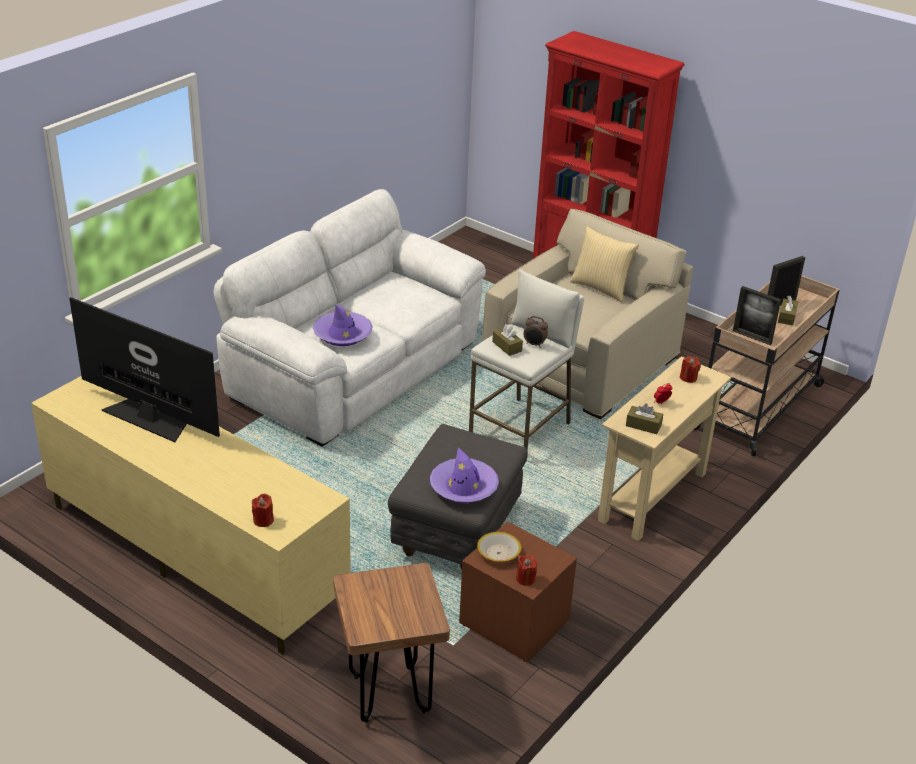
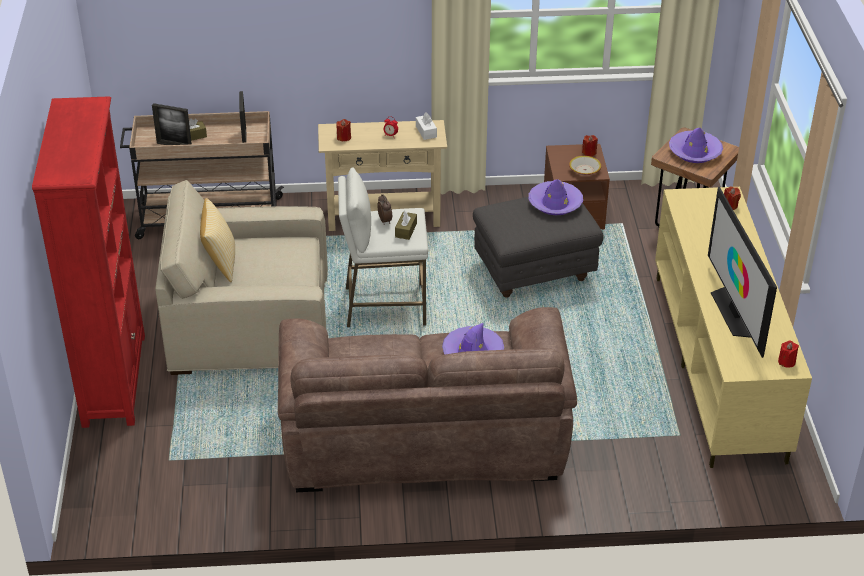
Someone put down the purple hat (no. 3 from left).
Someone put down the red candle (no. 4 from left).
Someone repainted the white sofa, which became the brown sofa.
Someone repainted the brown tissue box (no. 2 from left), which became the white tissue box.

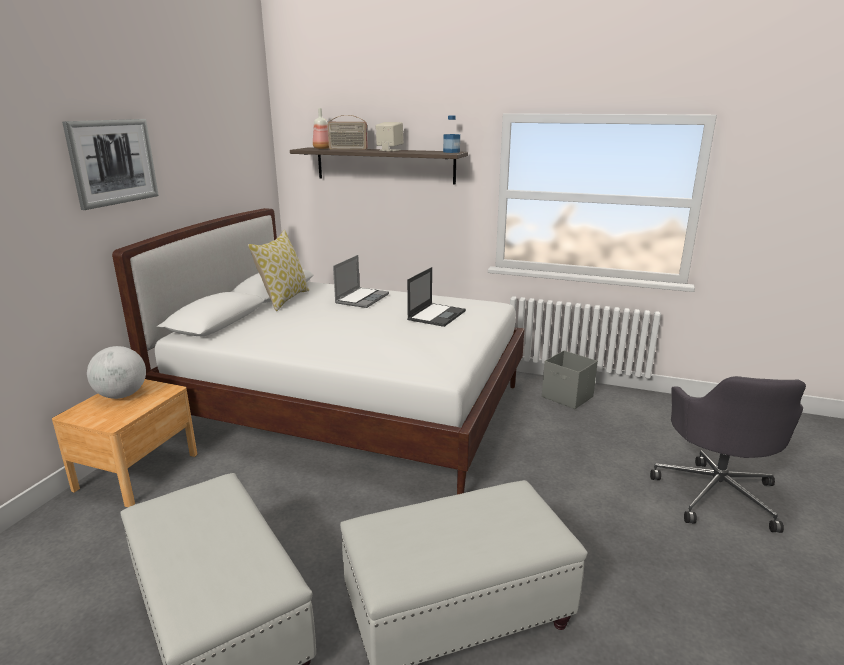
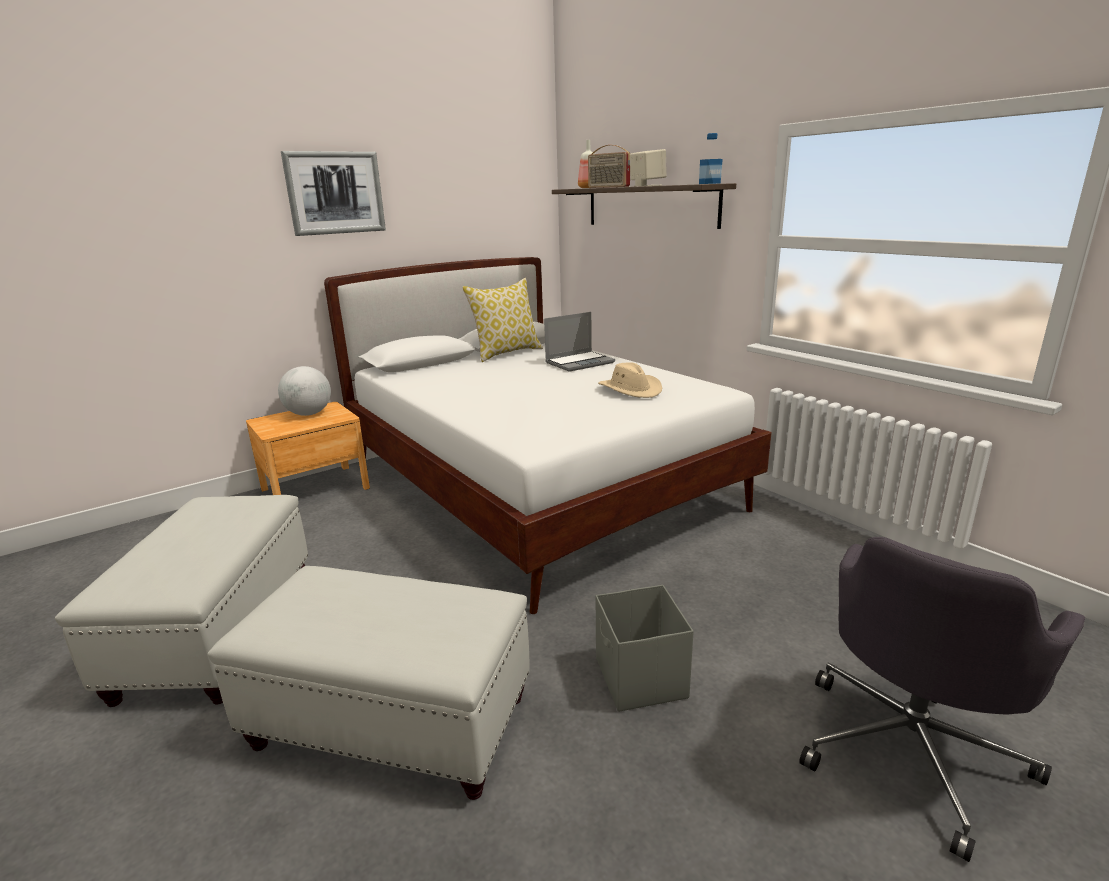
Someone carried the grey storage box.
Someone swapped the laptop (no. 2 from left) for the beige hat.

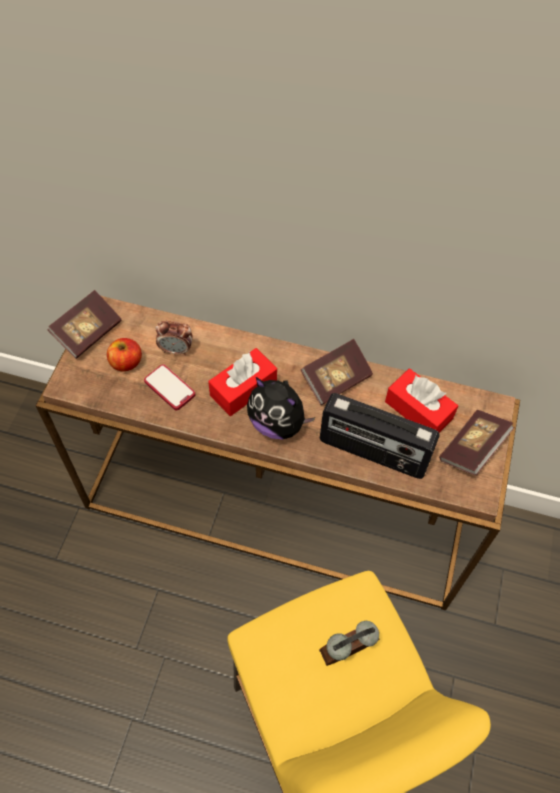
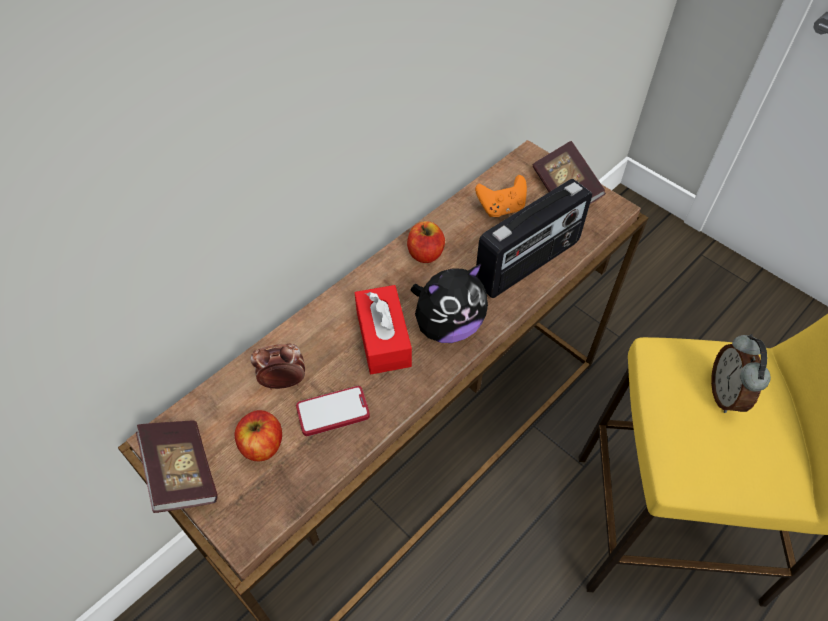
Someone swapped the book (no. 2 from left) for the apple (no. 2 from left).
Someone swapped the red tissue box (no. 2 from left) for the orange game controller.
Someone rotated the alarm clock (no. 1 from left) by 135 degrees counterclockwise.

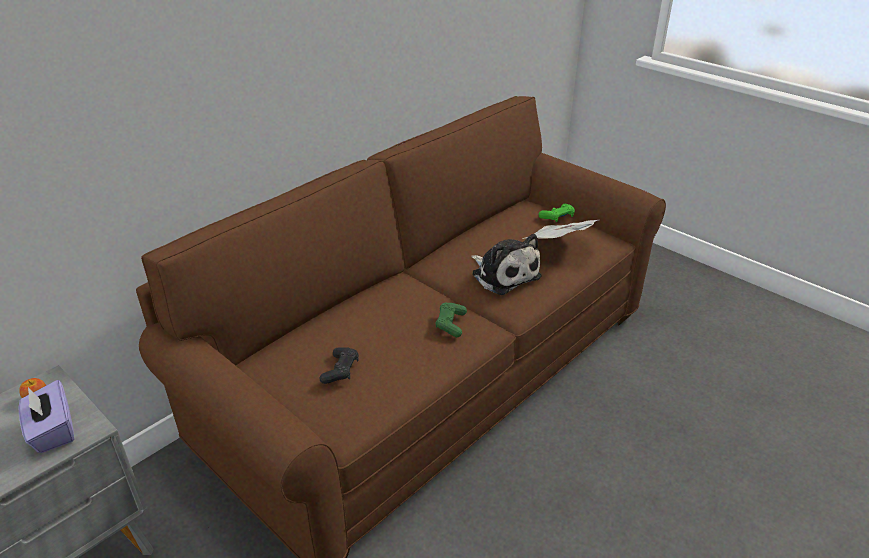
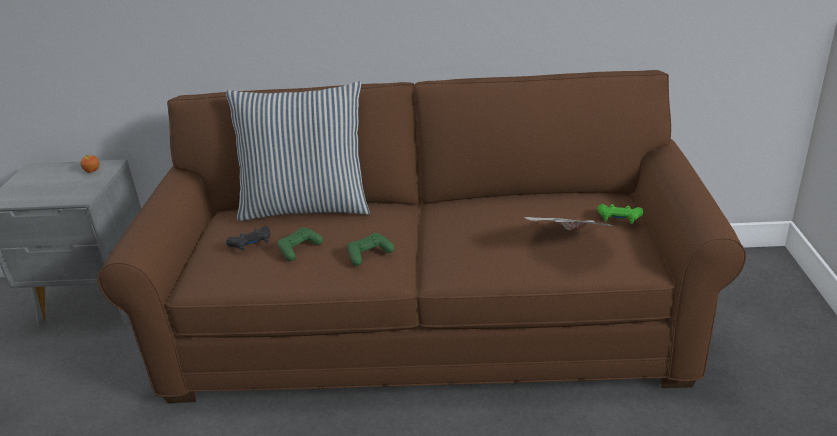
Someone took away the purple tissue box.
Someone took away the plush toy.
Someone put down the pillow.
Someone put down the green game controller (no. 1 from left).

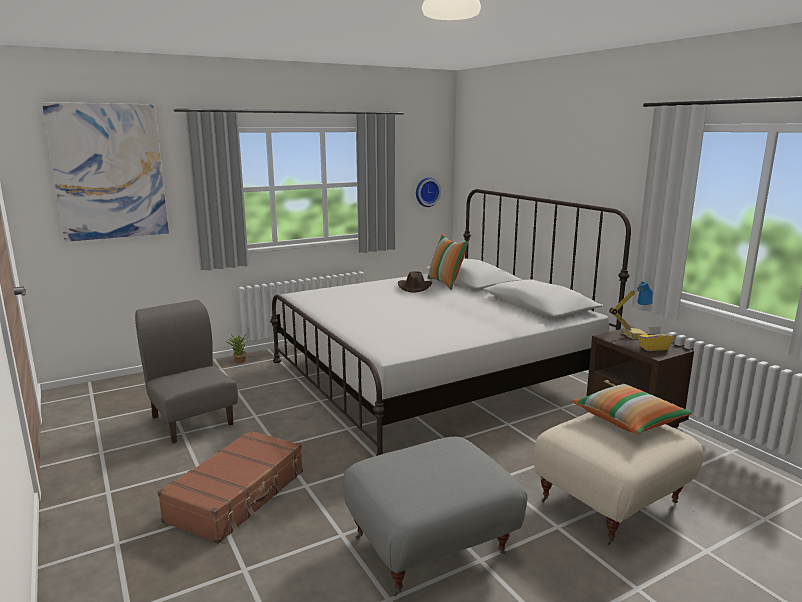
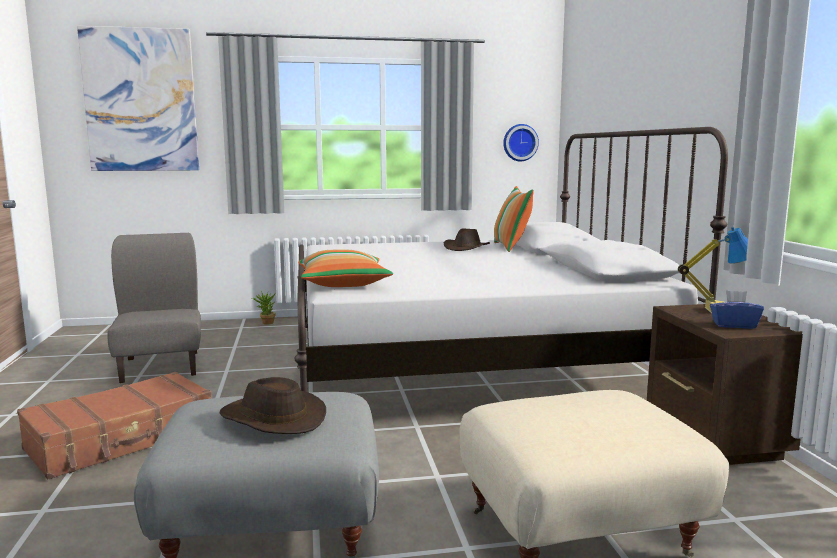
Someone put down the brown hat (no. 1 from left).
Someone carried the pillow (no. 2 from left in the first image).
Someone repainted the yellow tissue box, which became the blue tissue box.

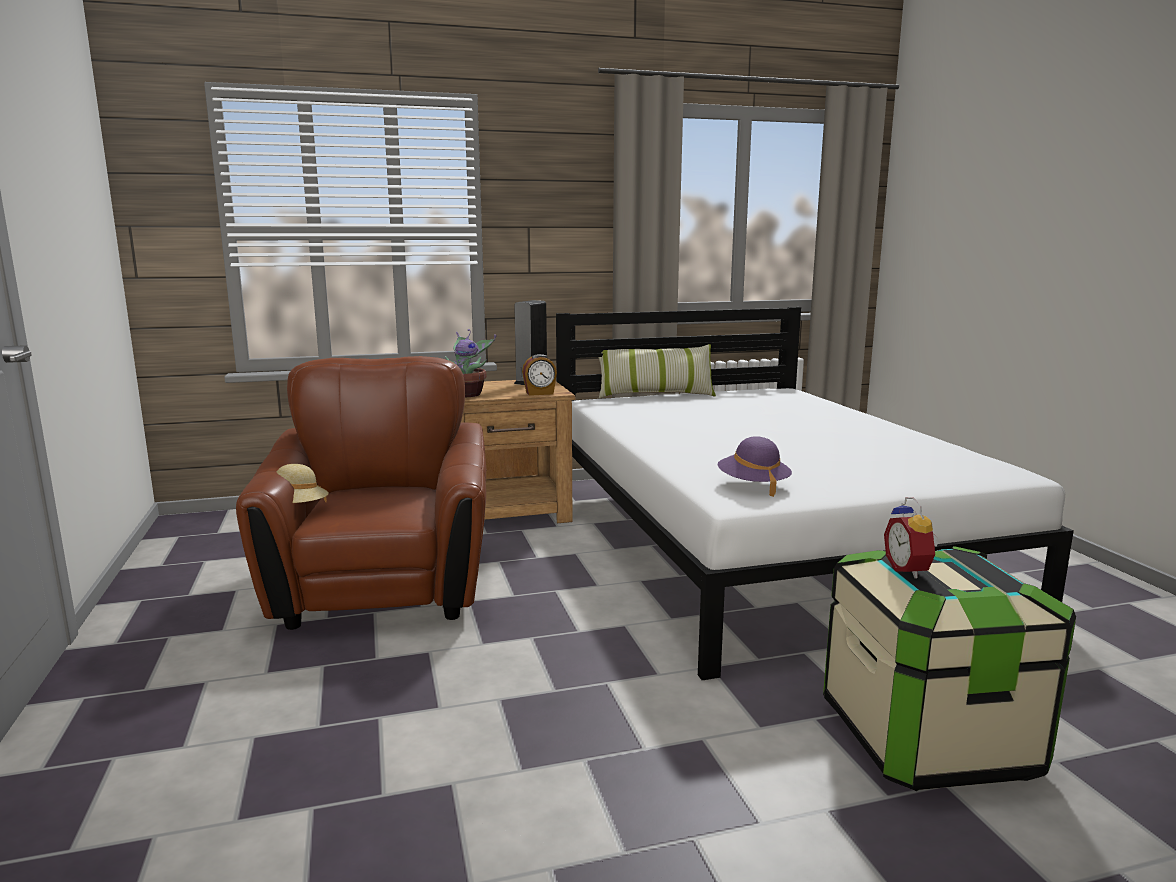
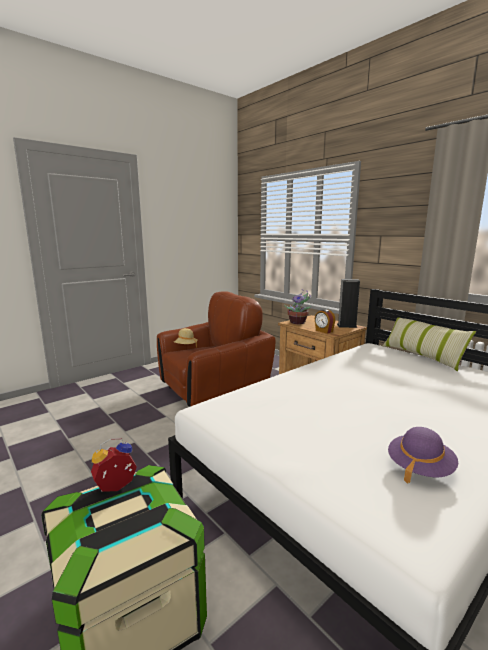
Someone carried the purple hat.

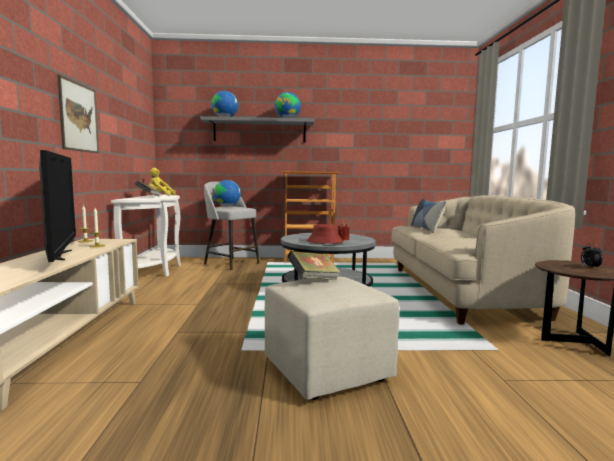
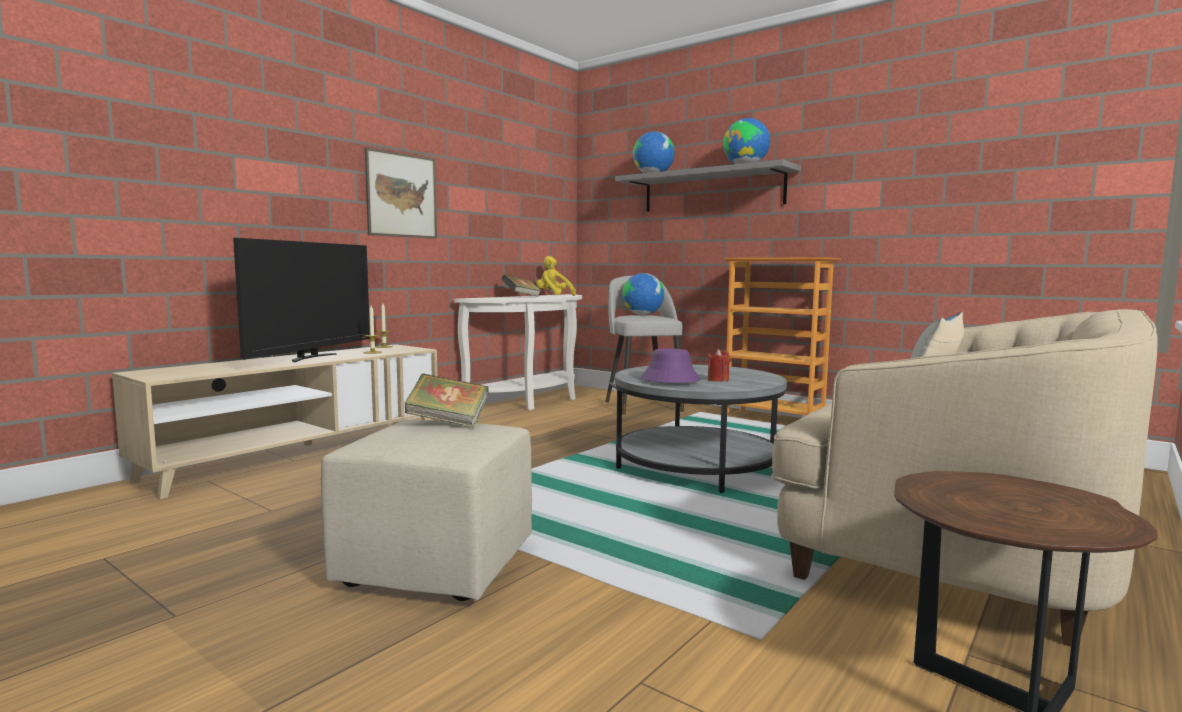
Someone took away the alarm clock.
Someone repainted the red hat, which became the purple hat.

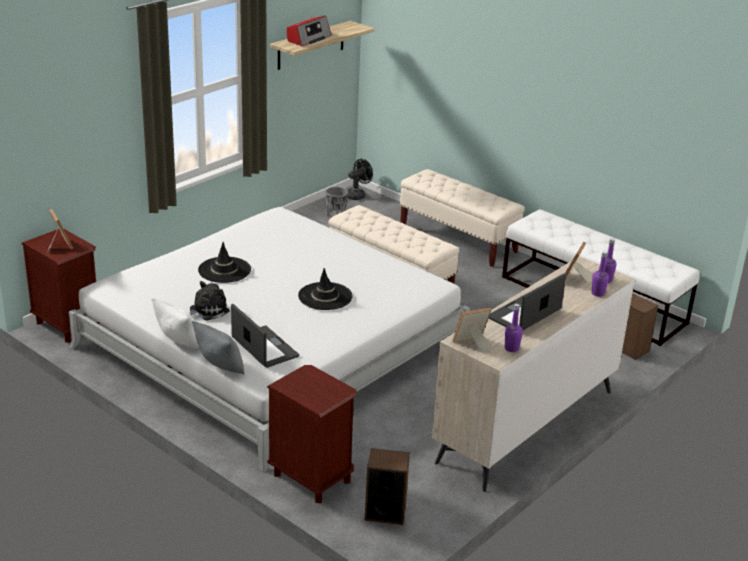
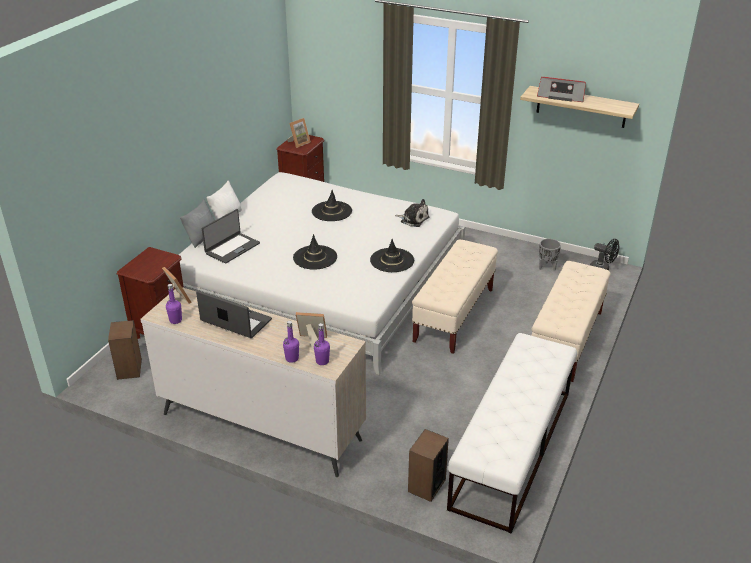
Someone put down the black hat (no. 3 from left).
Someone carried the plush toy.

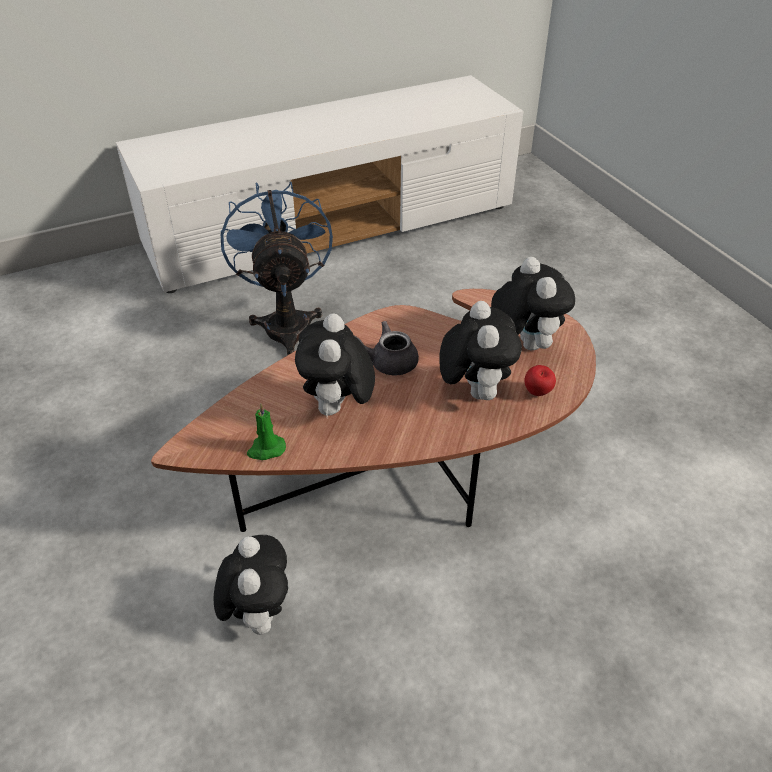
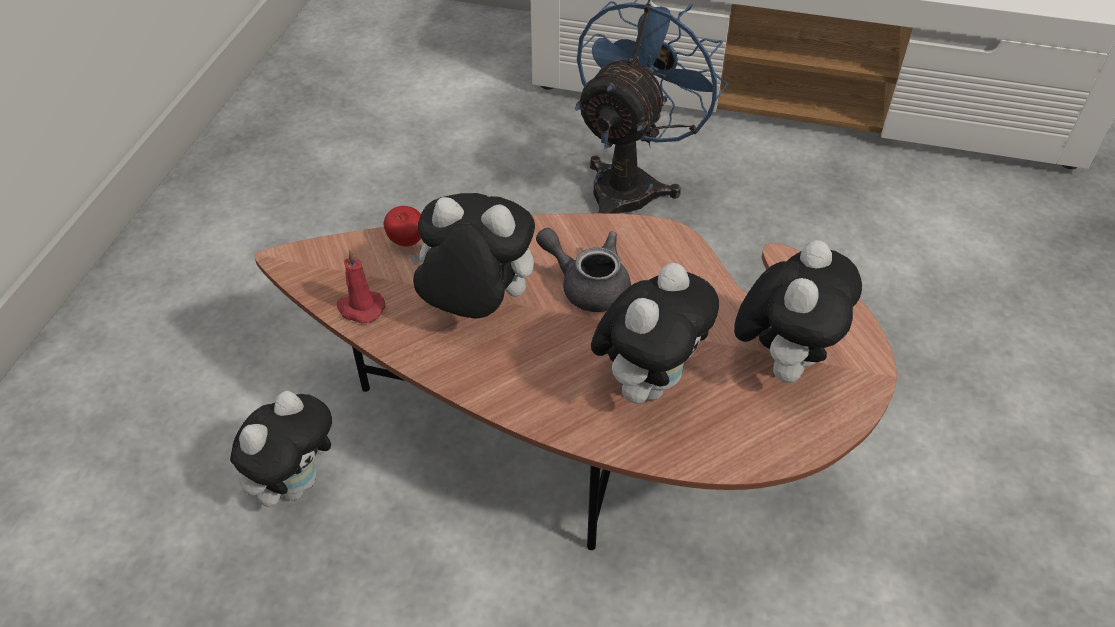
Someone carried the apple.
Someone repainted the green candle, which became the red candle.
Someone rotated the plush toy (no. 2 from left) by 60 degrees clockwise.

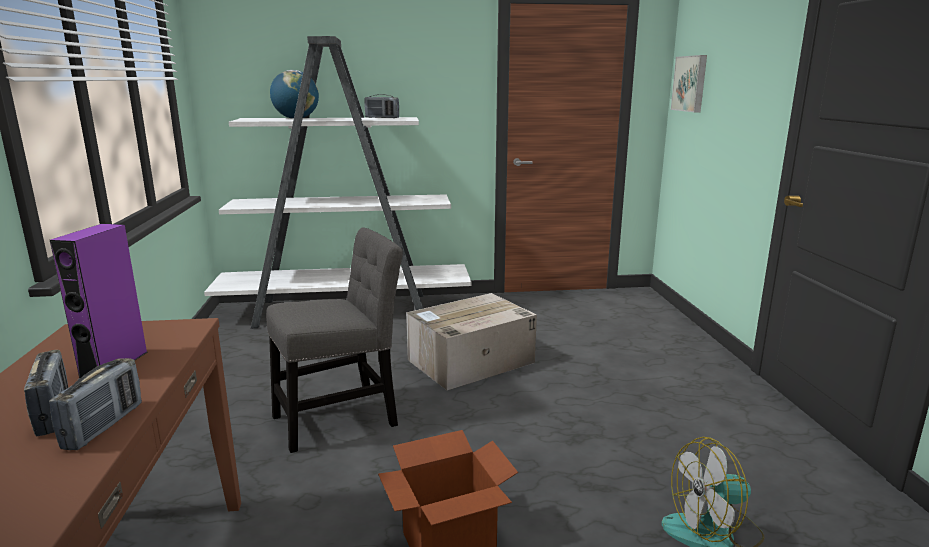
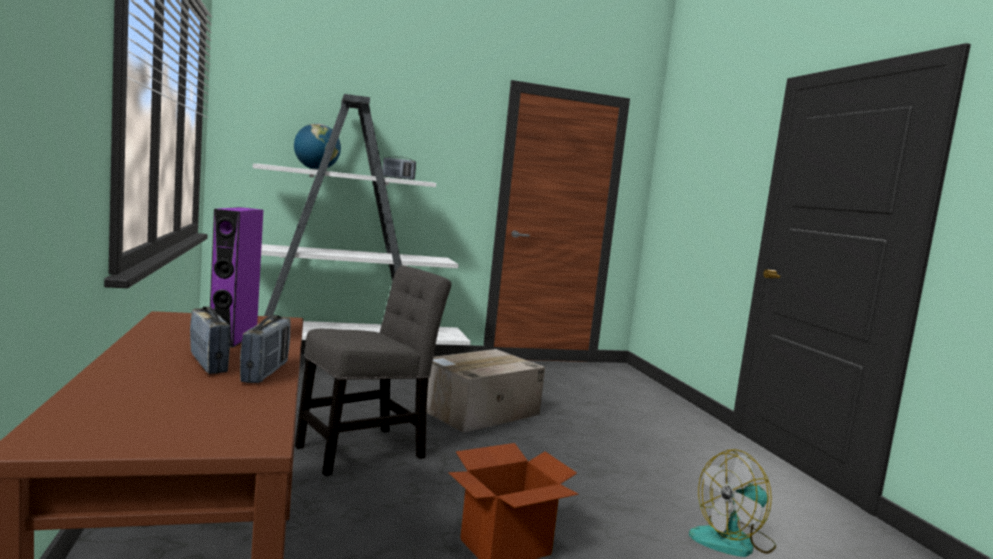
Someone took away the picture.

